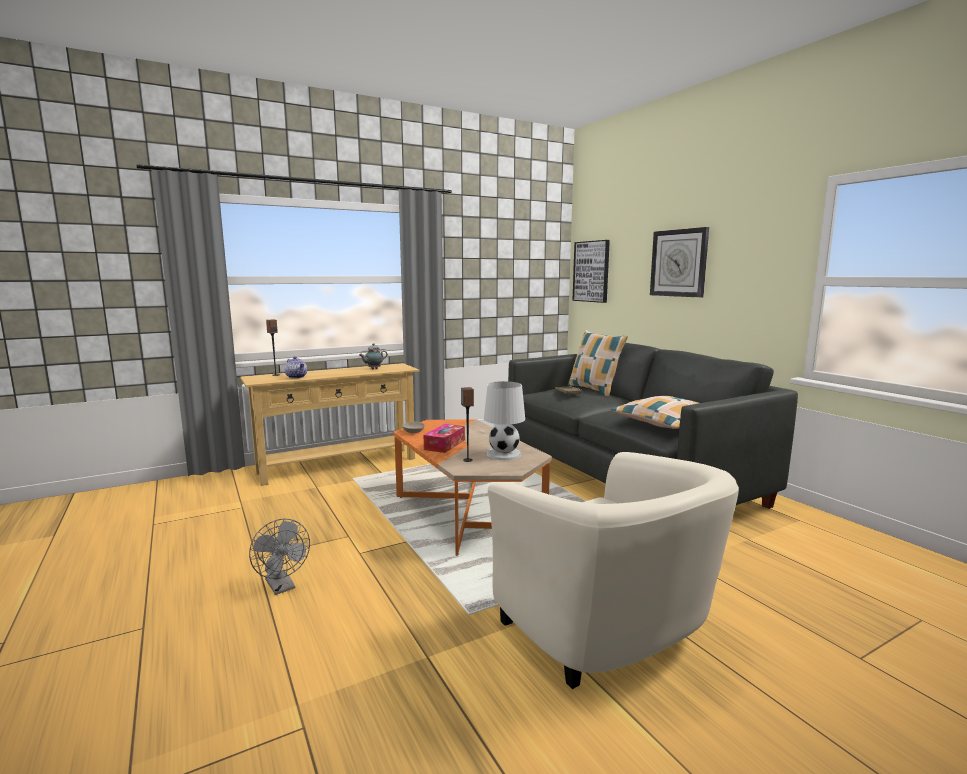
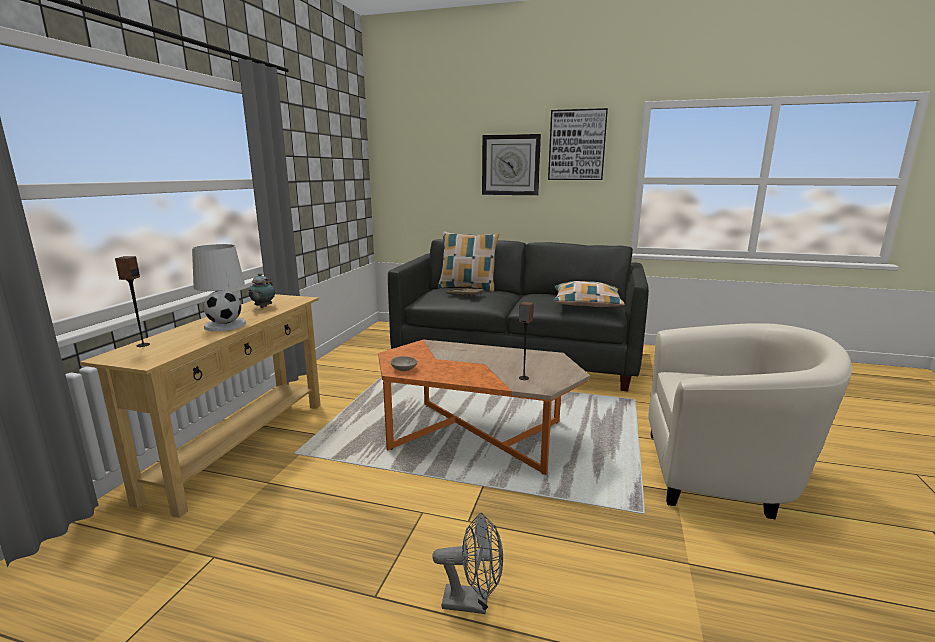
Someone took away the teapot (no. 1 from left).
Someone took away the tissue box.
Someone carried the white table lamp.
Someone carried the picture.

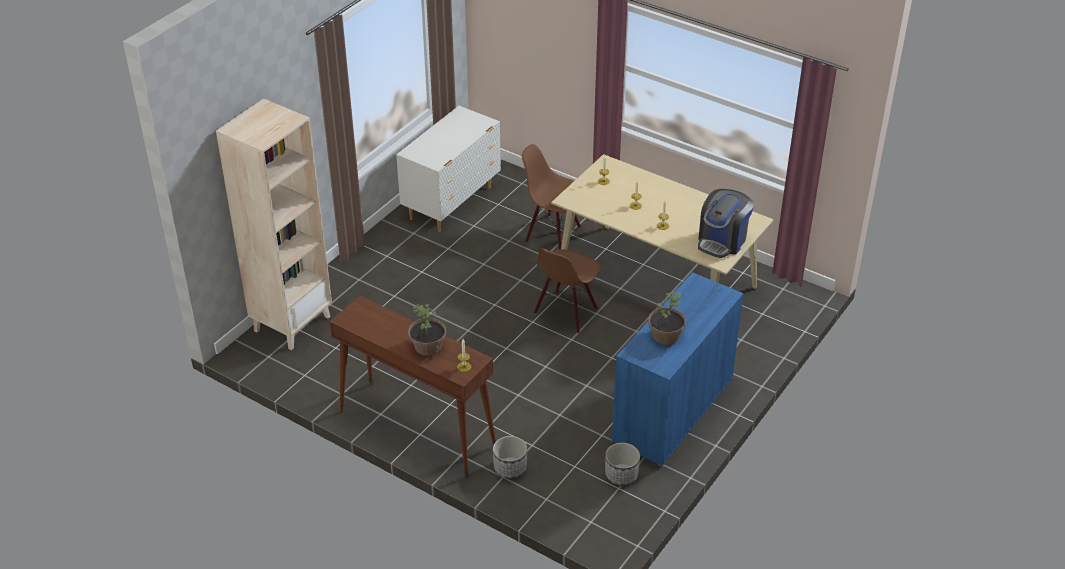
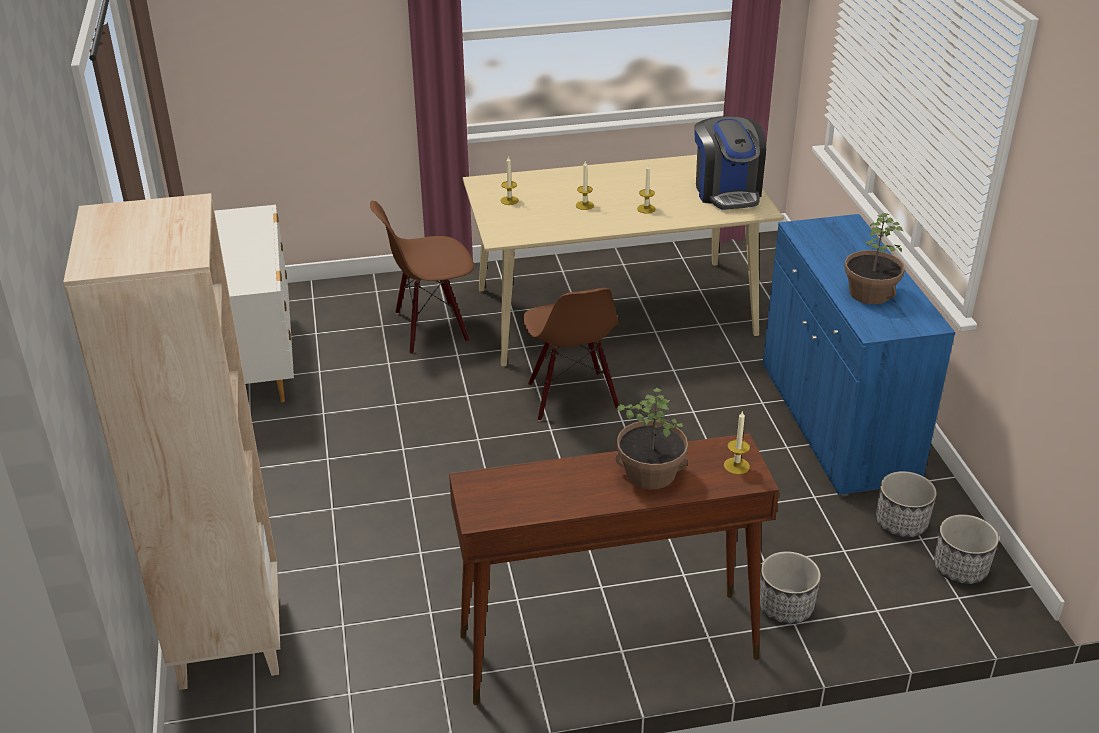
Someone put down the planter (no. 3 from left).

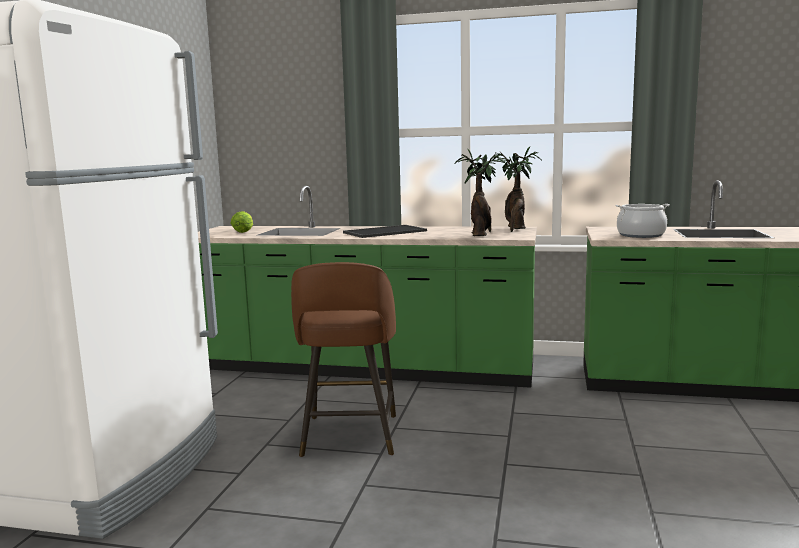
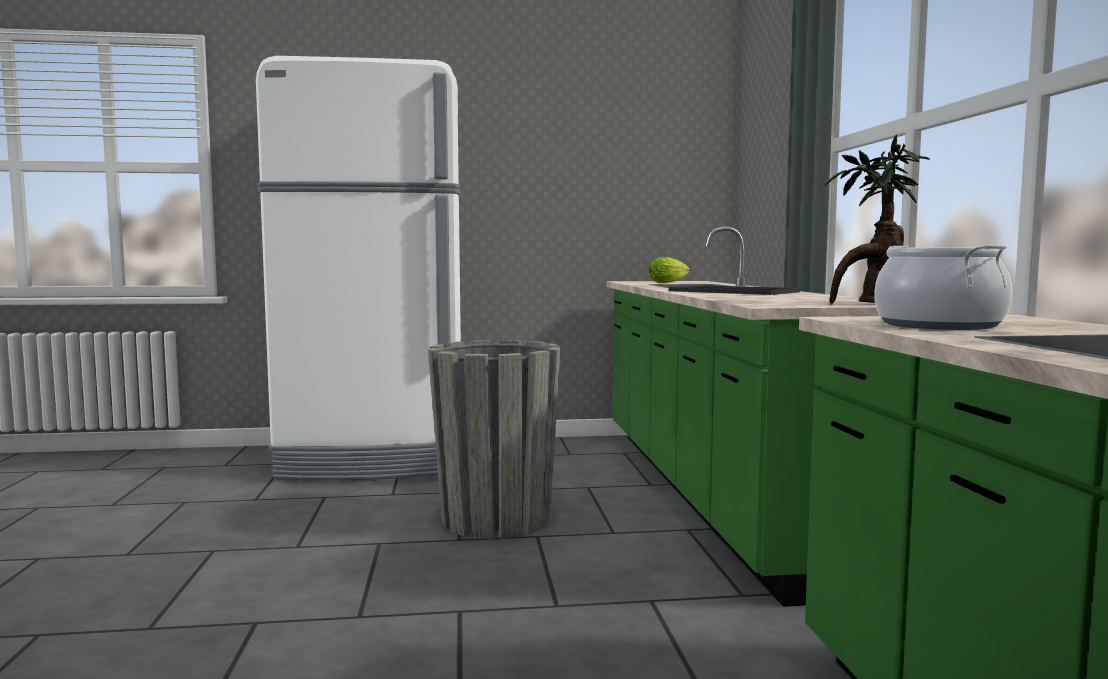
Someone took away the potted plant (no. 1 from left).
Someone swapped the brown stool for the grey planter.

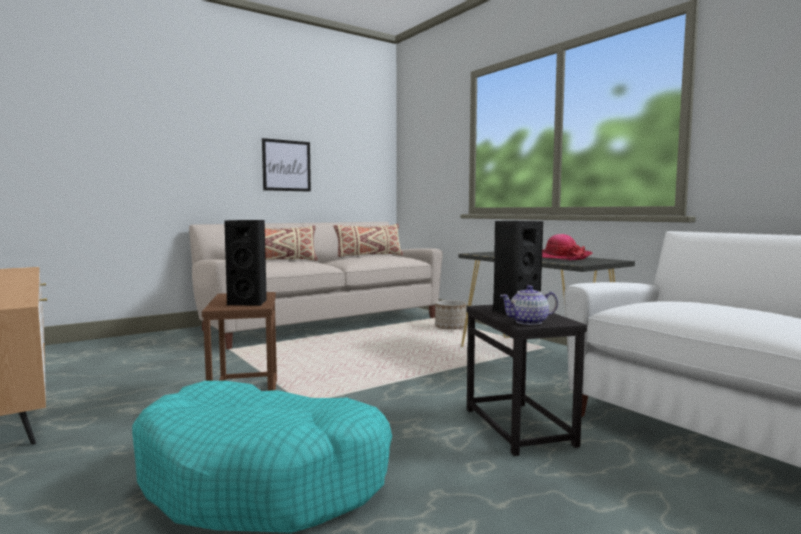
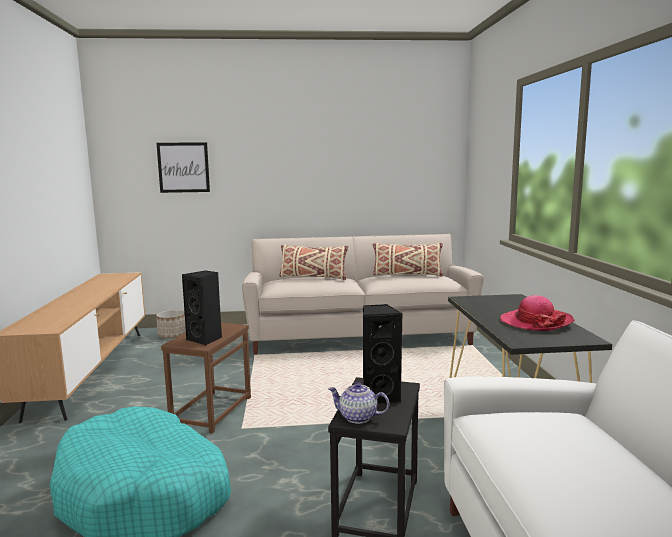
Someone carried the picture.
Someone carried the planter.

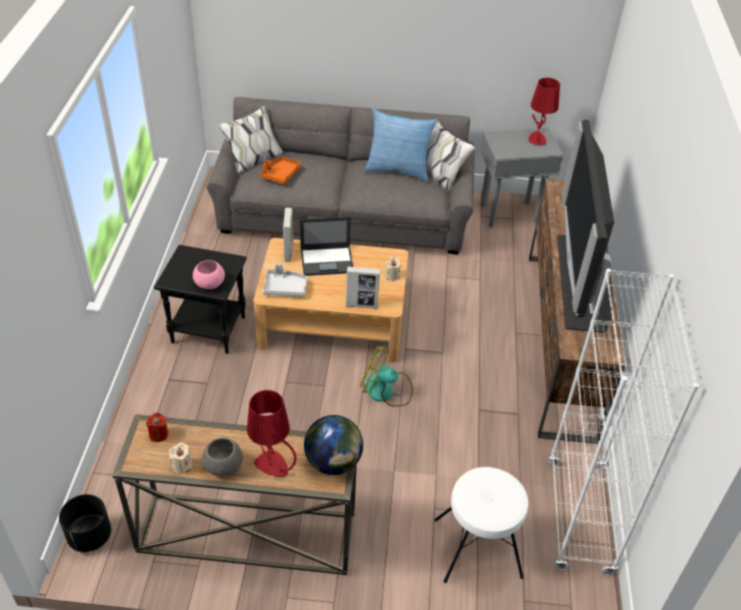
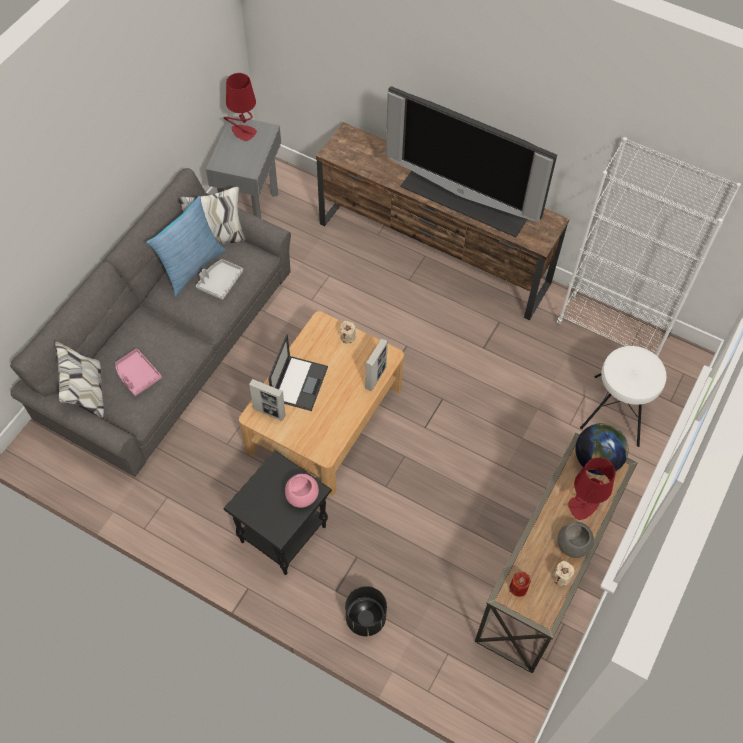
Someone took away the fan.
Someone carried the black planter.
Someone carried the grey tray.
Someone repainted the orange tray, which became the pink tray.

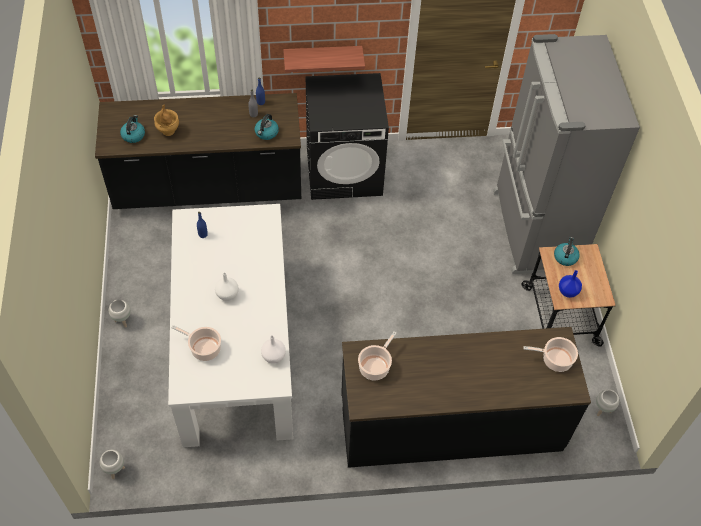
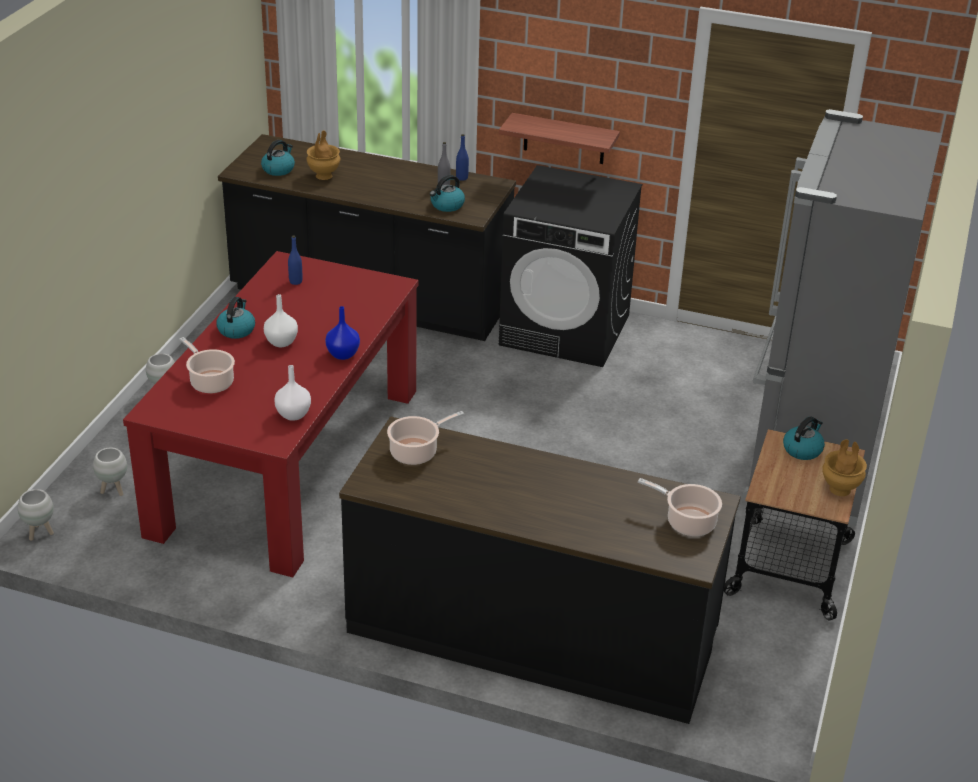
Someone put down the kettle (no. 1 from left).
Someone put down the brown vase (no. 2 from left).
Someone carried the blue vase.
Someone carried the white planter (no. 3 from left in the first image).
Someone repainted the white dining table, which became the red dining table.

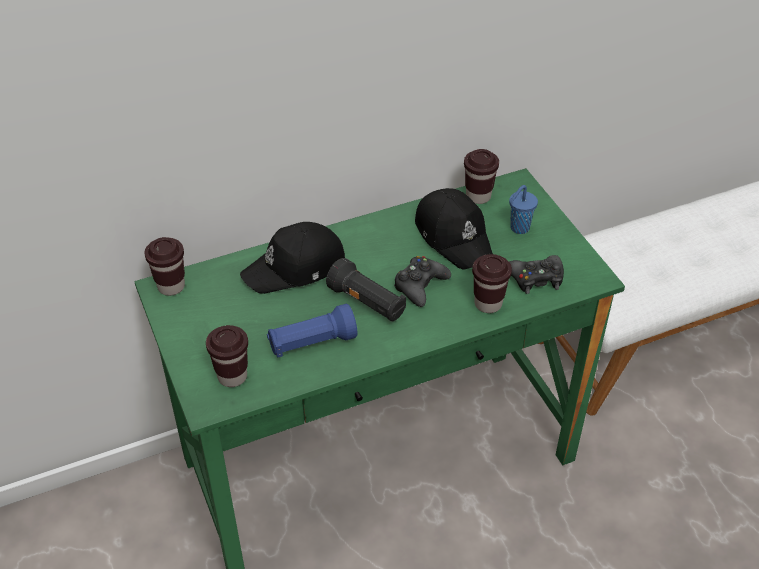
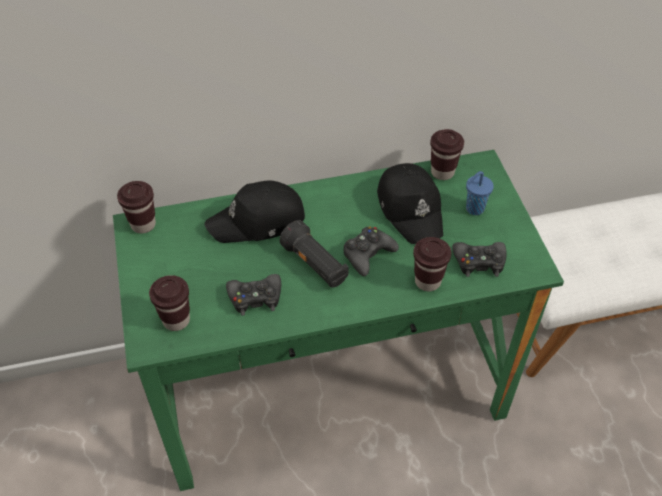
Someone swapped the blue flashlight for the black game controller (no. 1 from left).

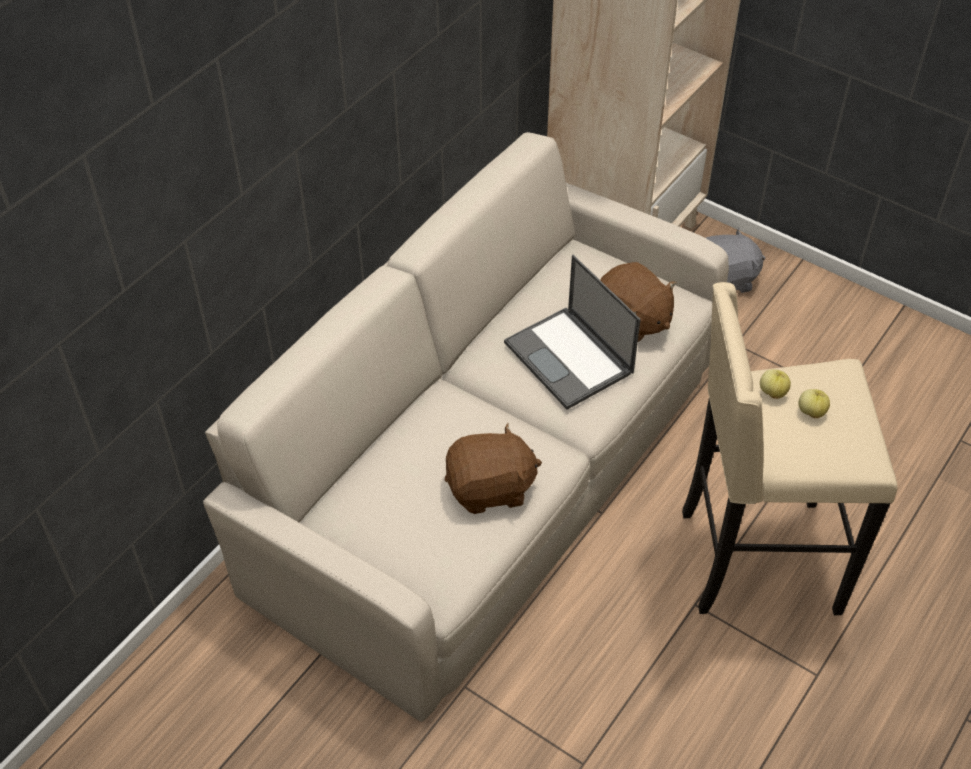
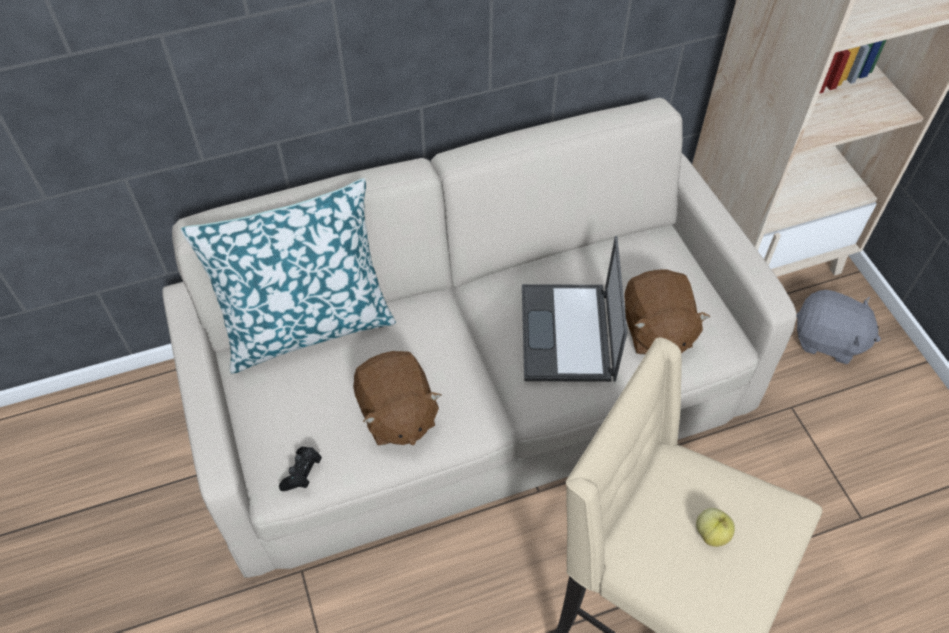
Someone took away the apple (no. 1 from left).
Someone put down the pillow.
Someone put down the black game controller.
Someone rotated the brown plush toy (no. 1 from left) by 45 degrees clockwise.

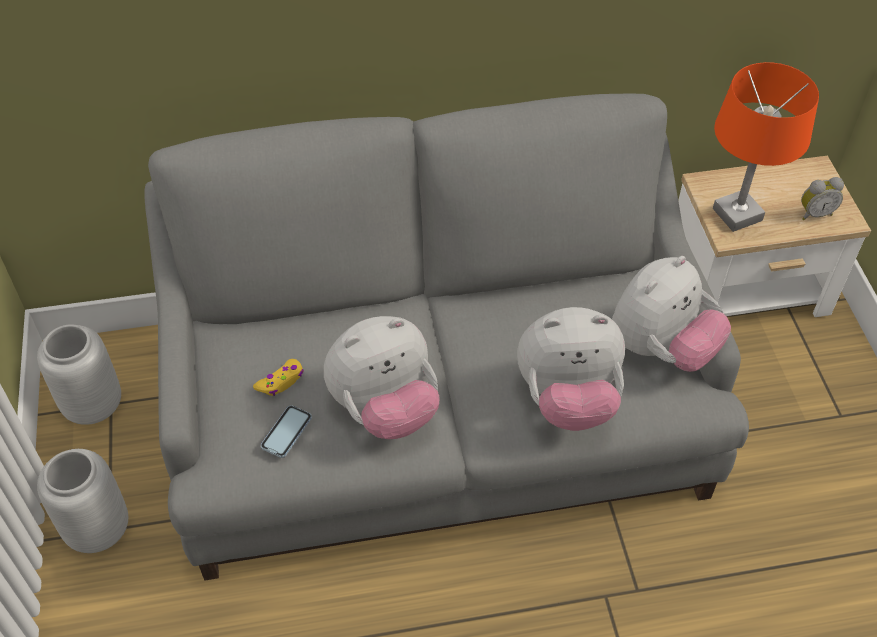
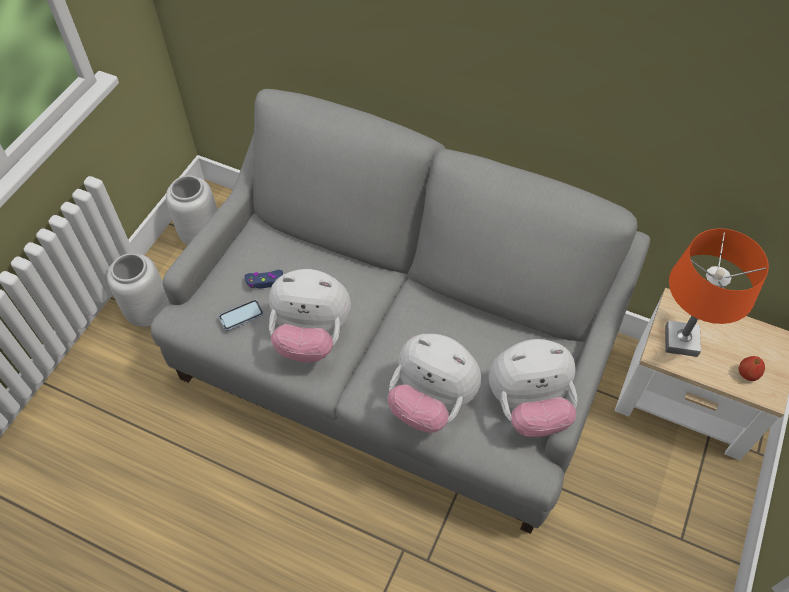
Someone swapped the alarm clock for the apple.
Someone repainted the yellow game controller, which became the blue game controller.

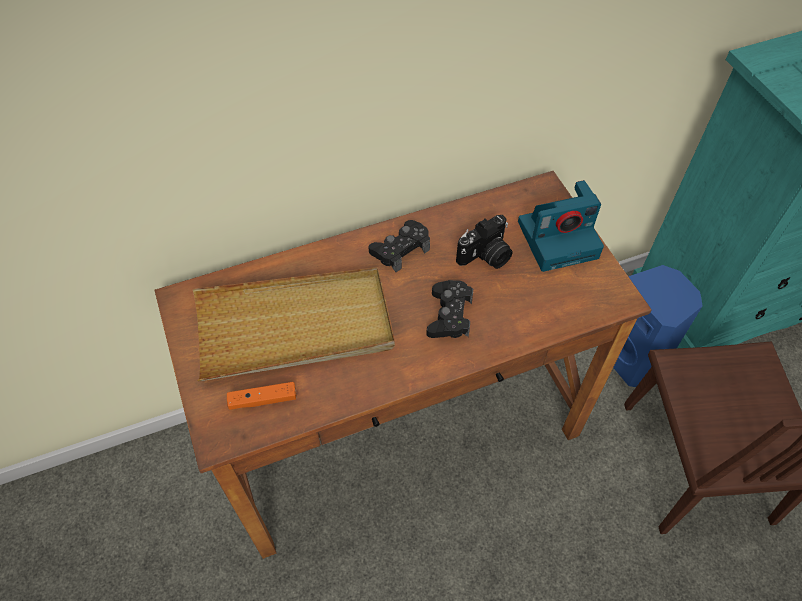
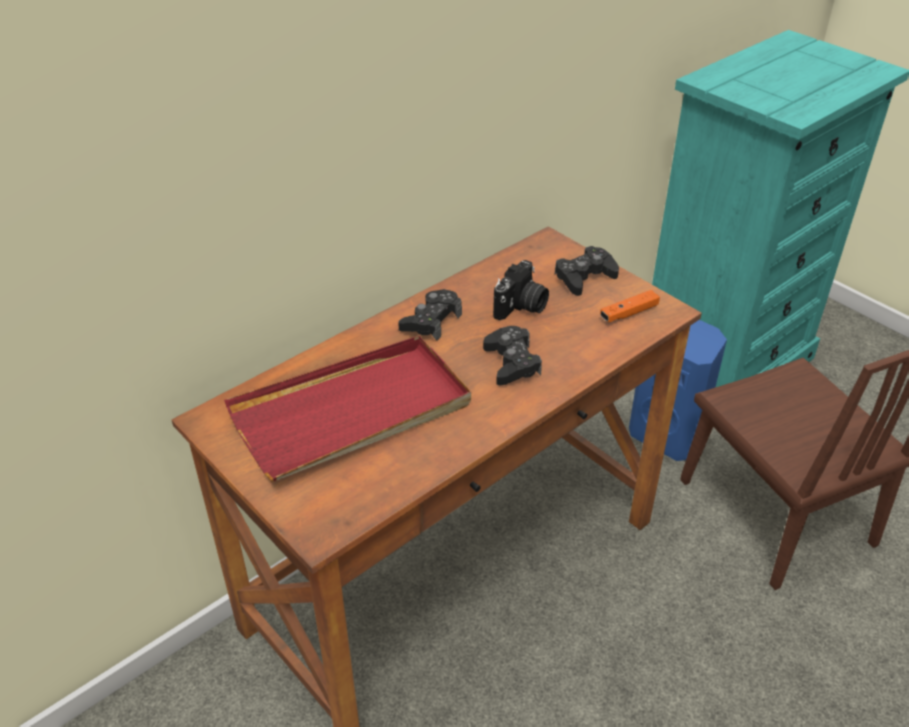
Someone carried the orange game controller.
Someone swapped the photo camera (no. 2 from left) for the black game controller (no. 3 from left).
Someone repainted the beige tray, which became the red tray.

